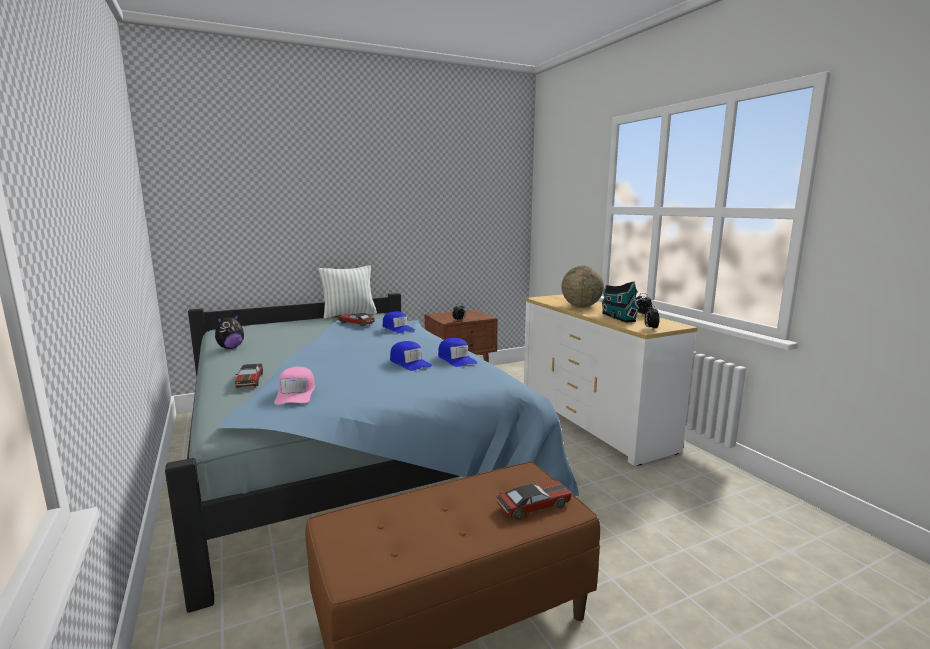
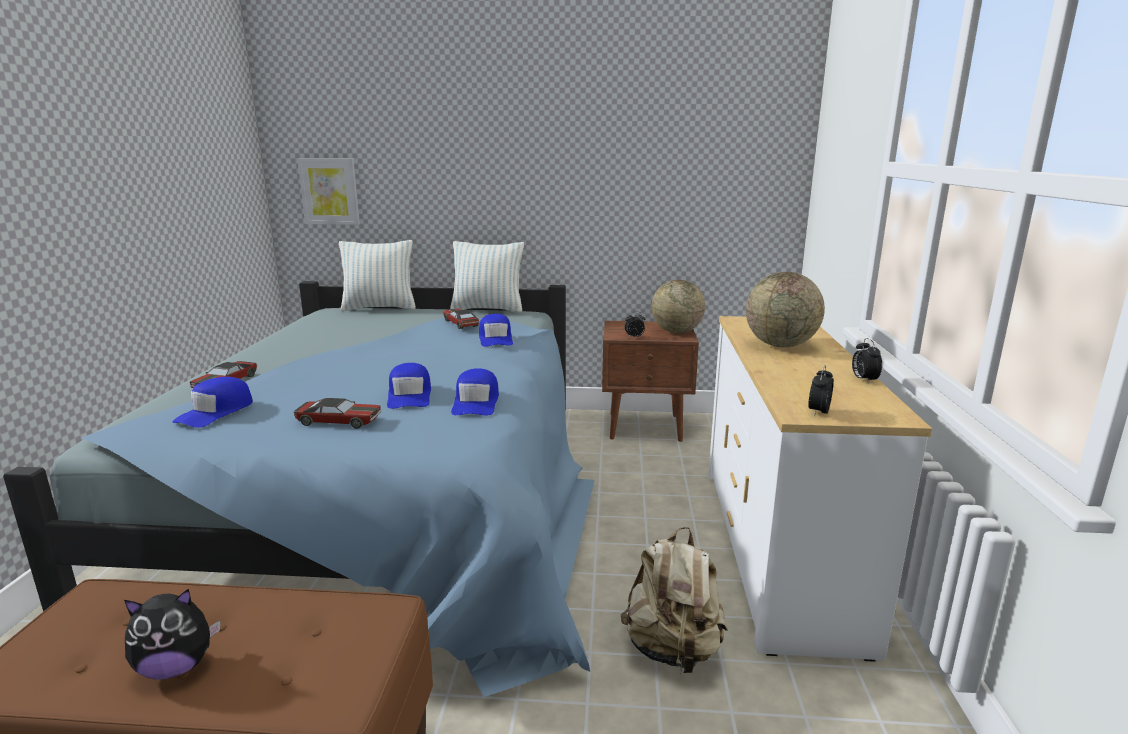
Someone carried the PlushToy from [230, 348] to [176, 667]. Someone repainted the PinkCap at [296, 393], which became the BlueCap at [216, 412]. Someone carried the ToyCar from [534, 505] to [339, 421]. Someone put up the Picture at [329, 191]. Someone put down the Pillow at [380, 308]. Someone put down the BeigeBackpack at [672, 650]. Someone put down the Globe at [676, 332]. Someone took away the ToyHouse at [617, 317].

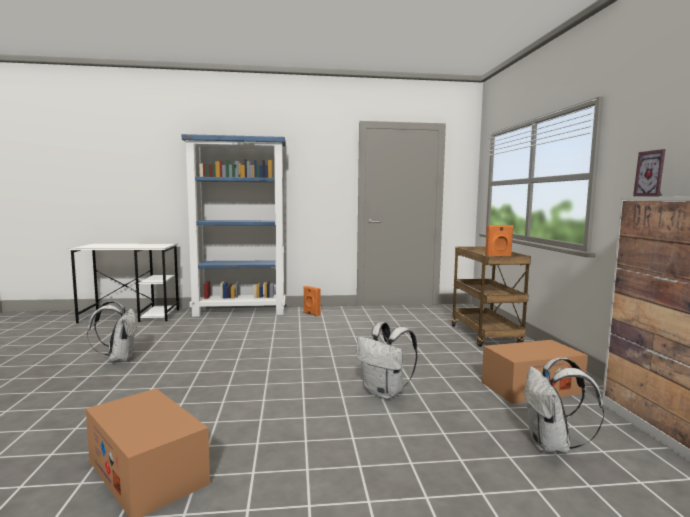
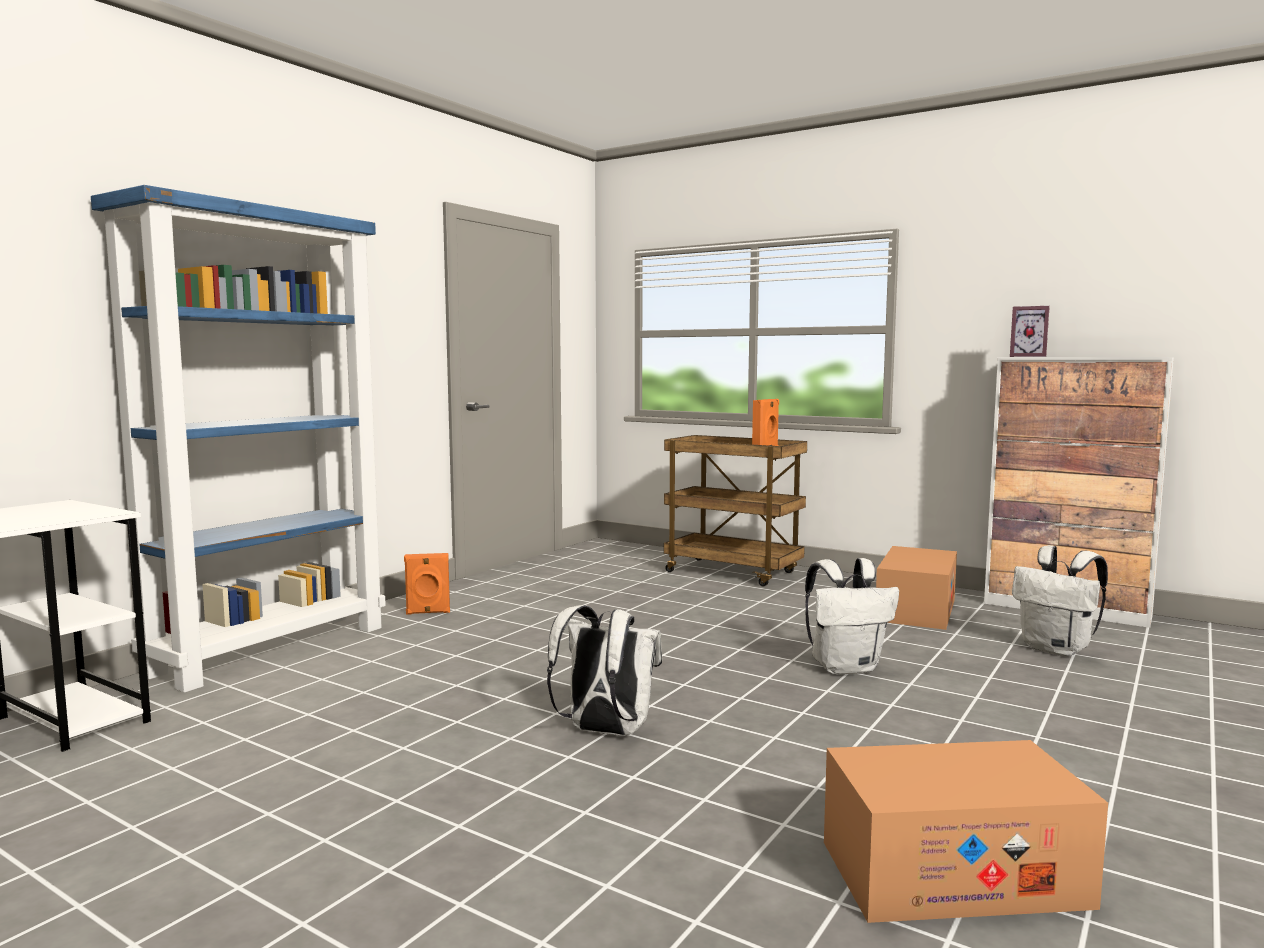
Someone carried the WhiteBackpack from [119, 359] to [604, 731].

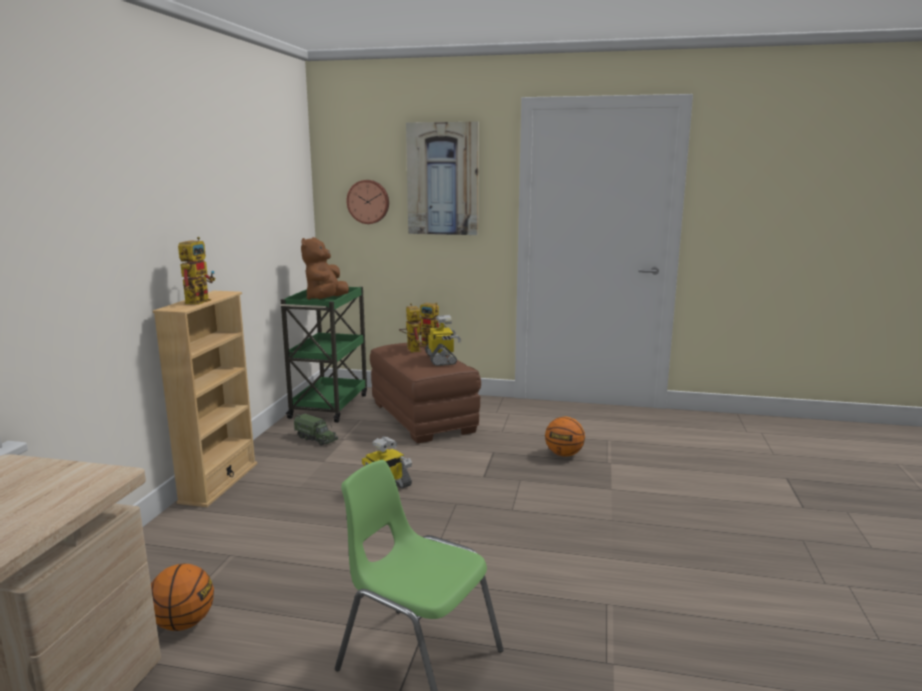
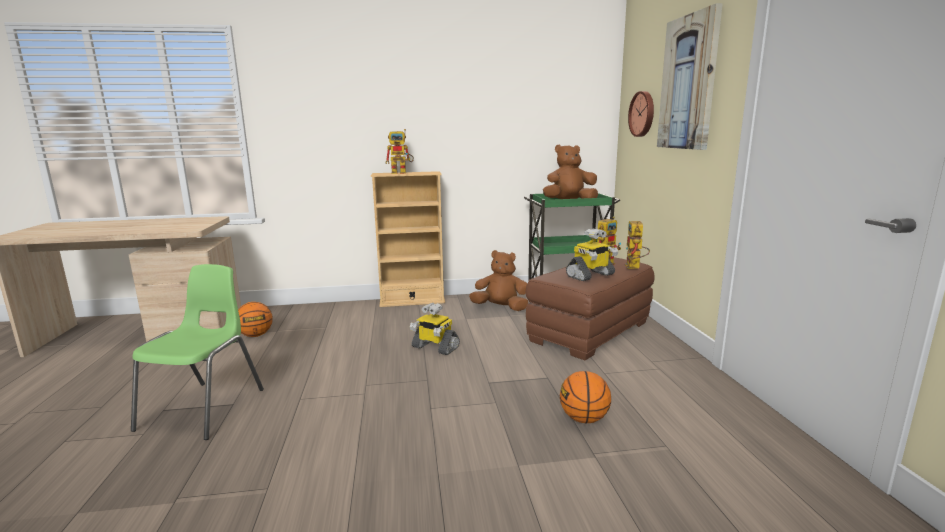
Someone swapped the ToyTruck at [316, 439] for the BrownPlushToy at [501, 308].

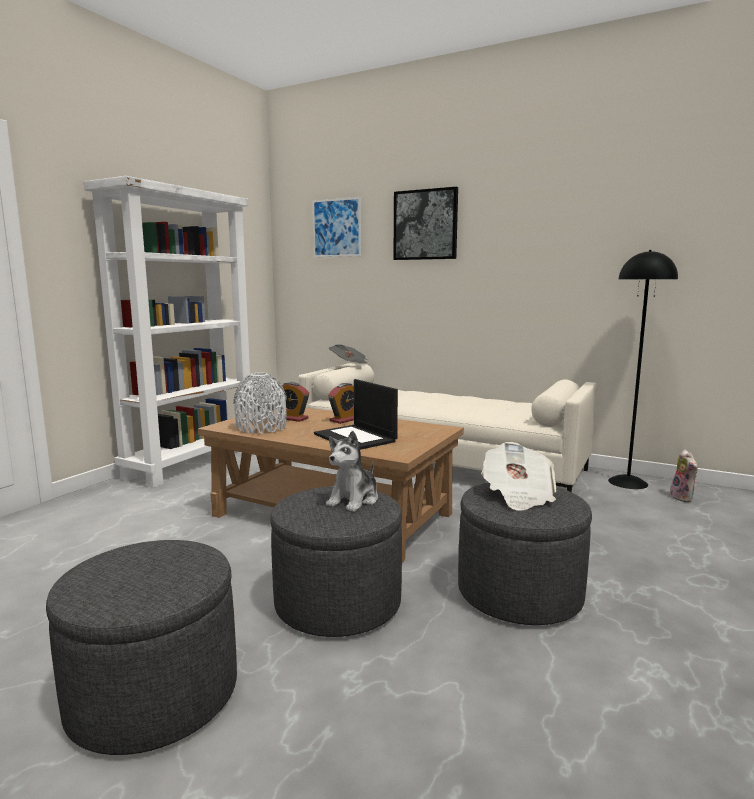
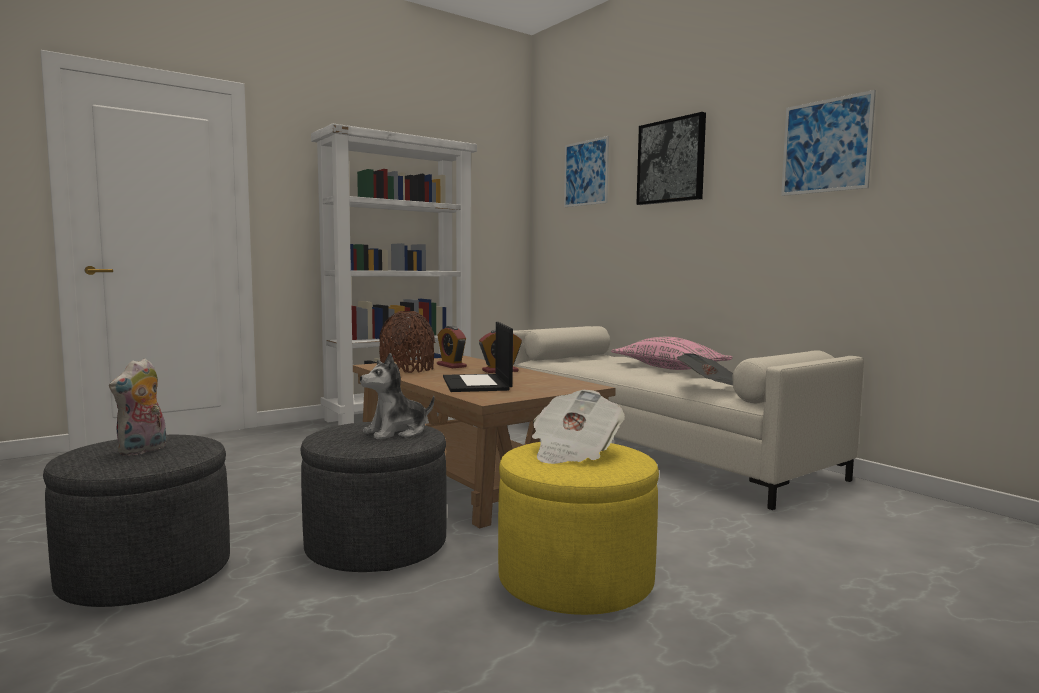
Someone carried the PlushToy from [683, 498] to [143, 450]. Someone repainted the GreyVase at [261, 427], which became the BrownVase at [407, 369]. Someone repainted the GreyOttoman at [519, 593], which became the YellowOttoman at [575, 580]. Someone put down the PinkPillow at [669, 368]. Someone carried the Newspaper from [350, 365] to [710, 387]. Someone put up the Picture at [826, 146]. Someone took away the BlackFloorLamp at [628, 482].

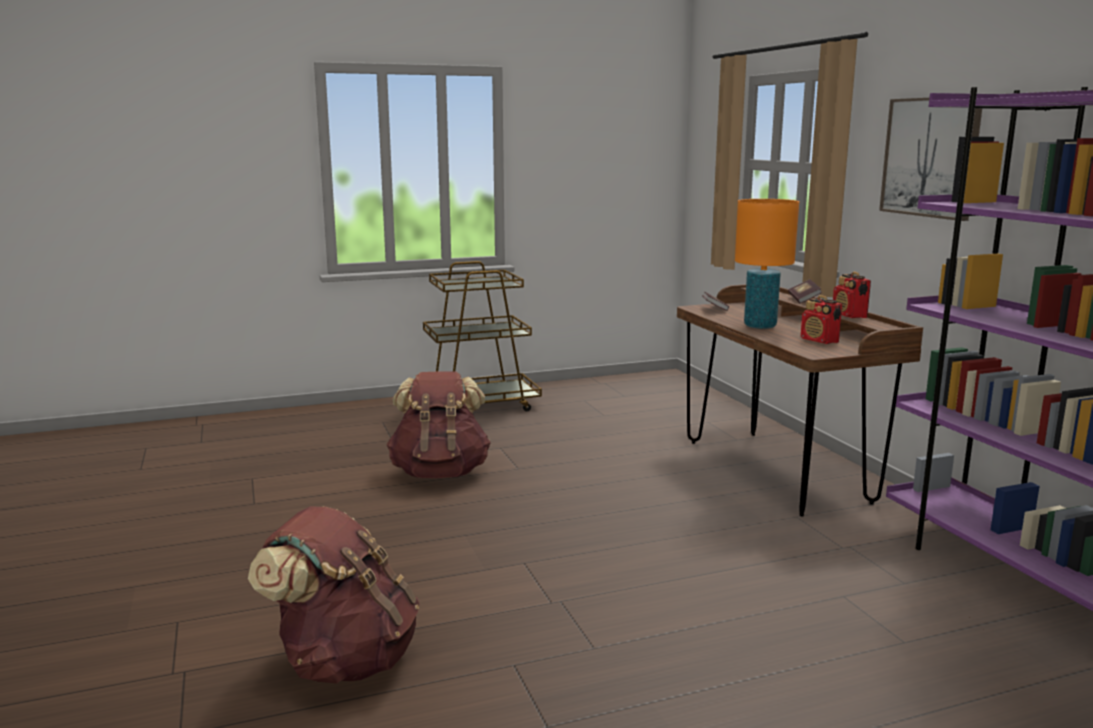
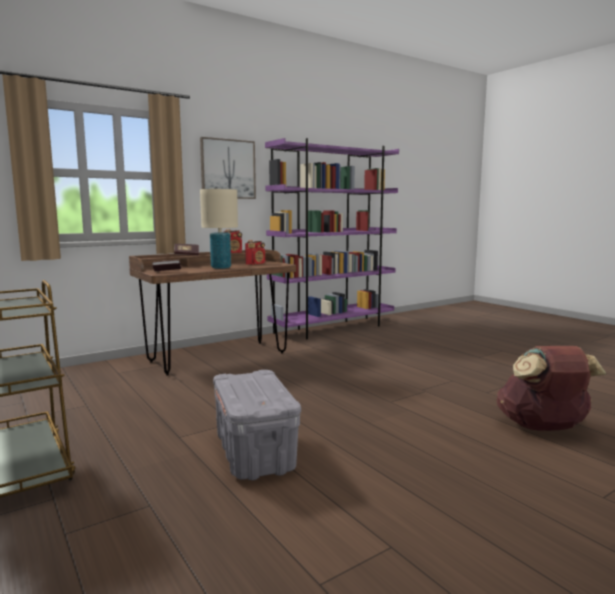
Someone repainted the OrangeTableLamp at [760, 326], which became the BeigeTableLamp at [221, 268]. Someone swapped the BrownBackpack at [440, 473] for the GreyStorageBox at [254, 453].

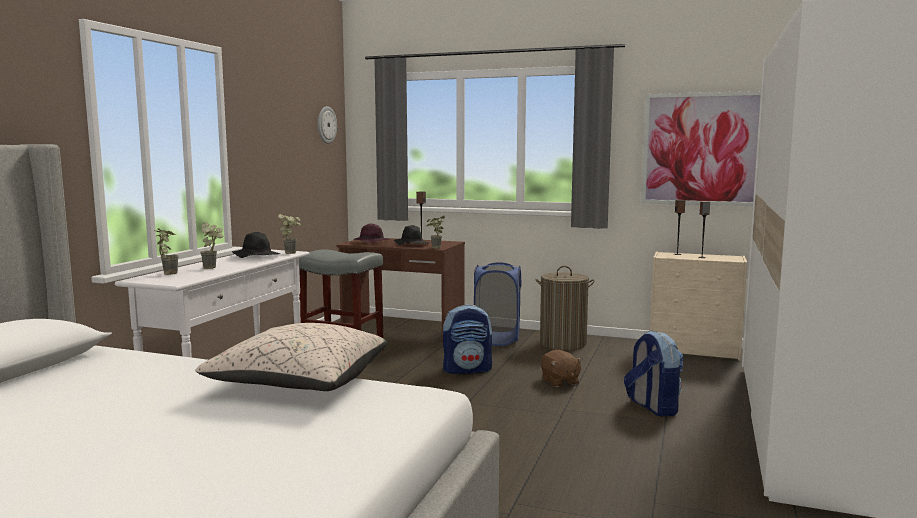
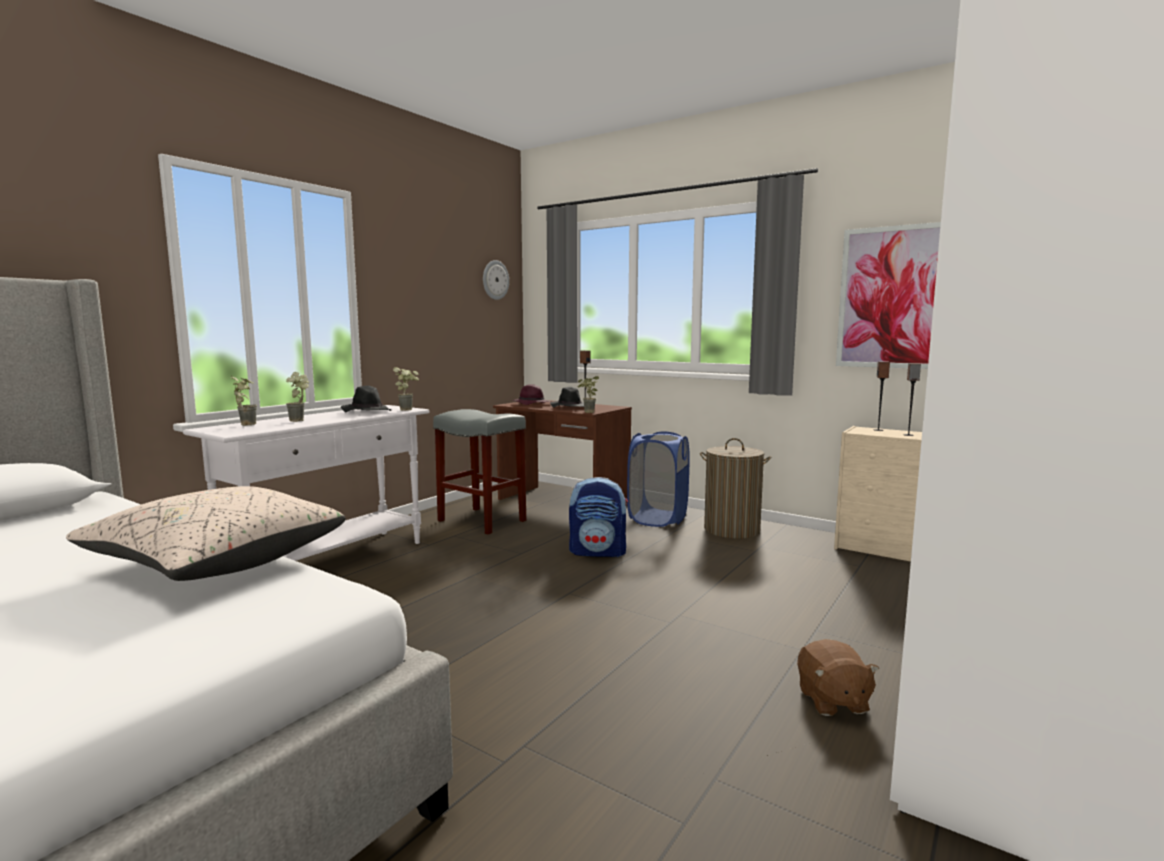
Someone carried the BrownPlushToy from [560, 382] to [832, 701]. Someone took away the Backpack at [652, 407].

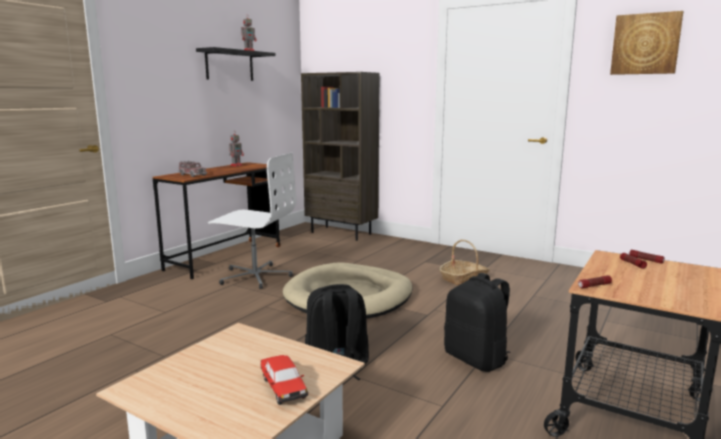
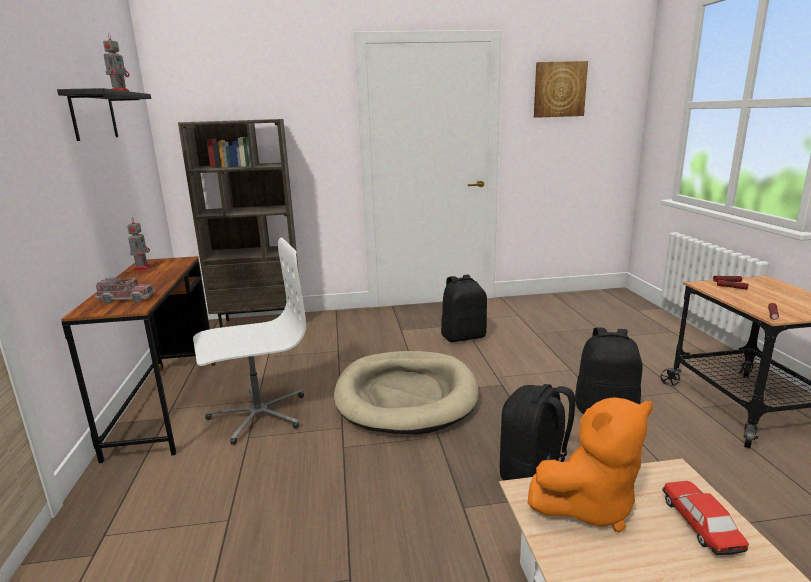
Someone swapped the Basket at [463, 279] for the BlackBackpack at [463, 336]. Someone put down the OrangePlushToy at [589, 505]. Someone rotated the ToyCar at [283, 387] by 120 degrees counterclockwise.

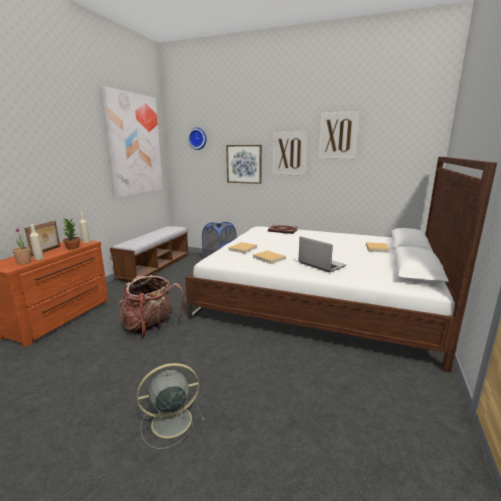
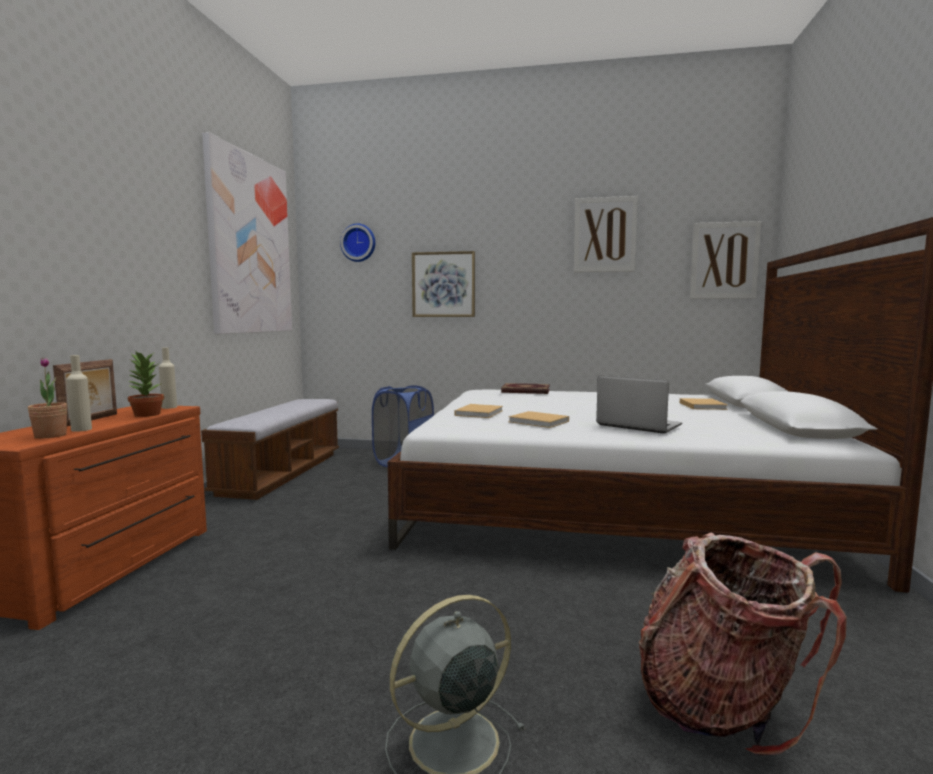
Someone carried the Backpack from [150, 327] to [723, 704]. Someone carried the Picture from [289, 153] to [724, 260].

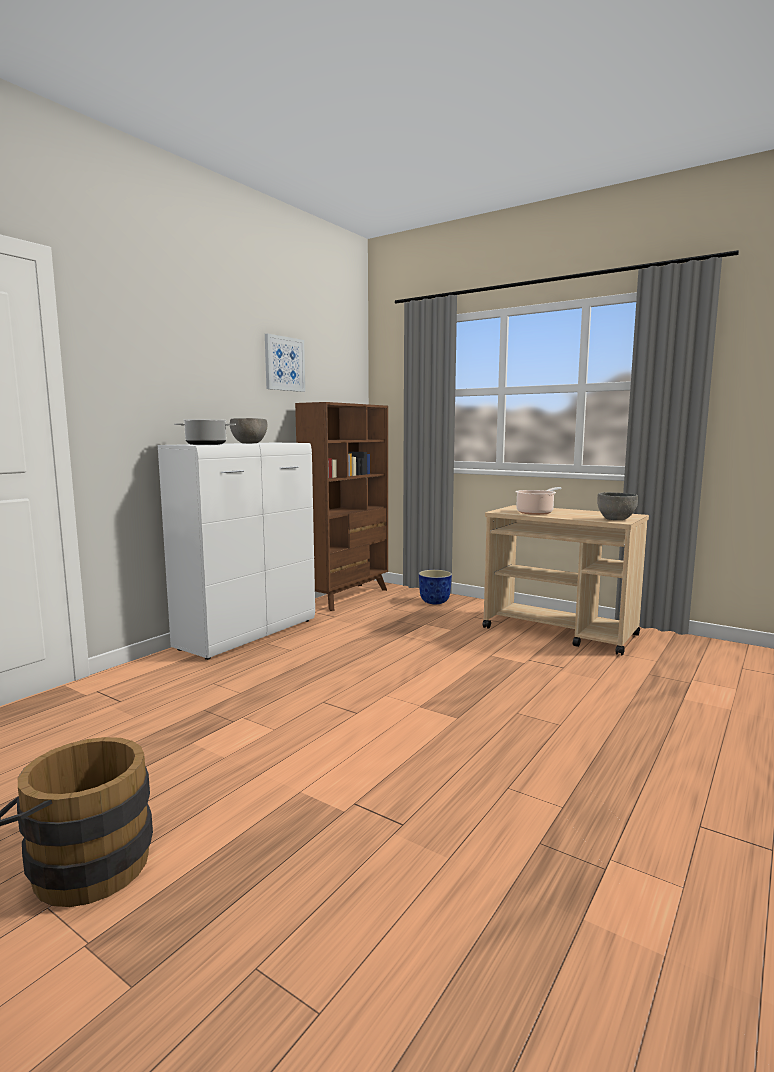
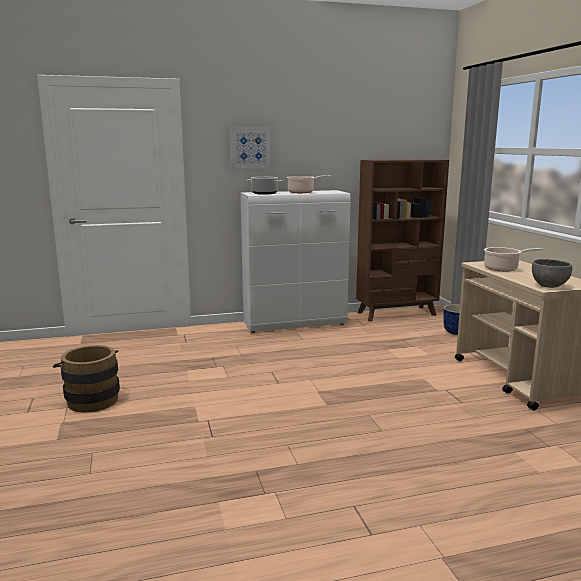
Someone carried the Picture from [284, 364] to [250, 148]. Someone swapped the GreyBowl at [249, 443] for the CookingPot at [302, 192].

